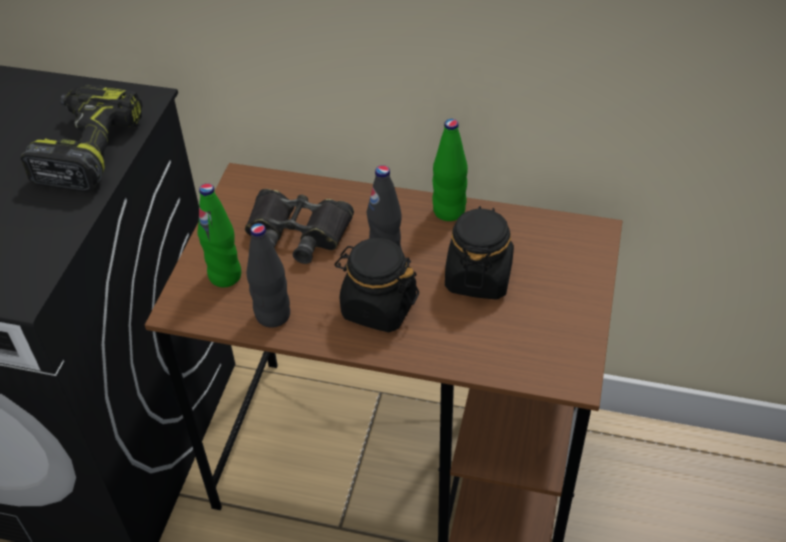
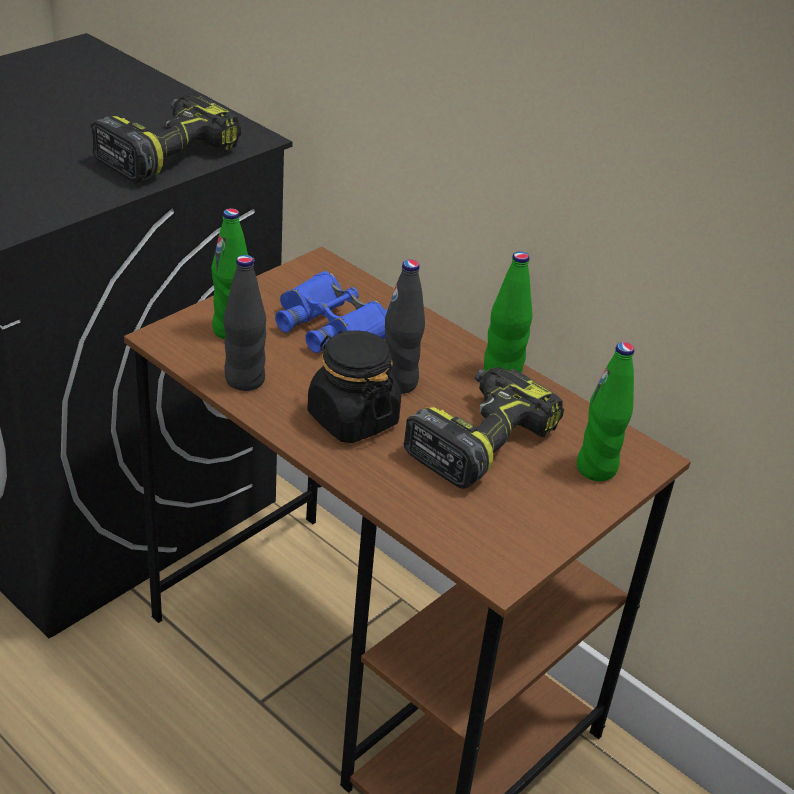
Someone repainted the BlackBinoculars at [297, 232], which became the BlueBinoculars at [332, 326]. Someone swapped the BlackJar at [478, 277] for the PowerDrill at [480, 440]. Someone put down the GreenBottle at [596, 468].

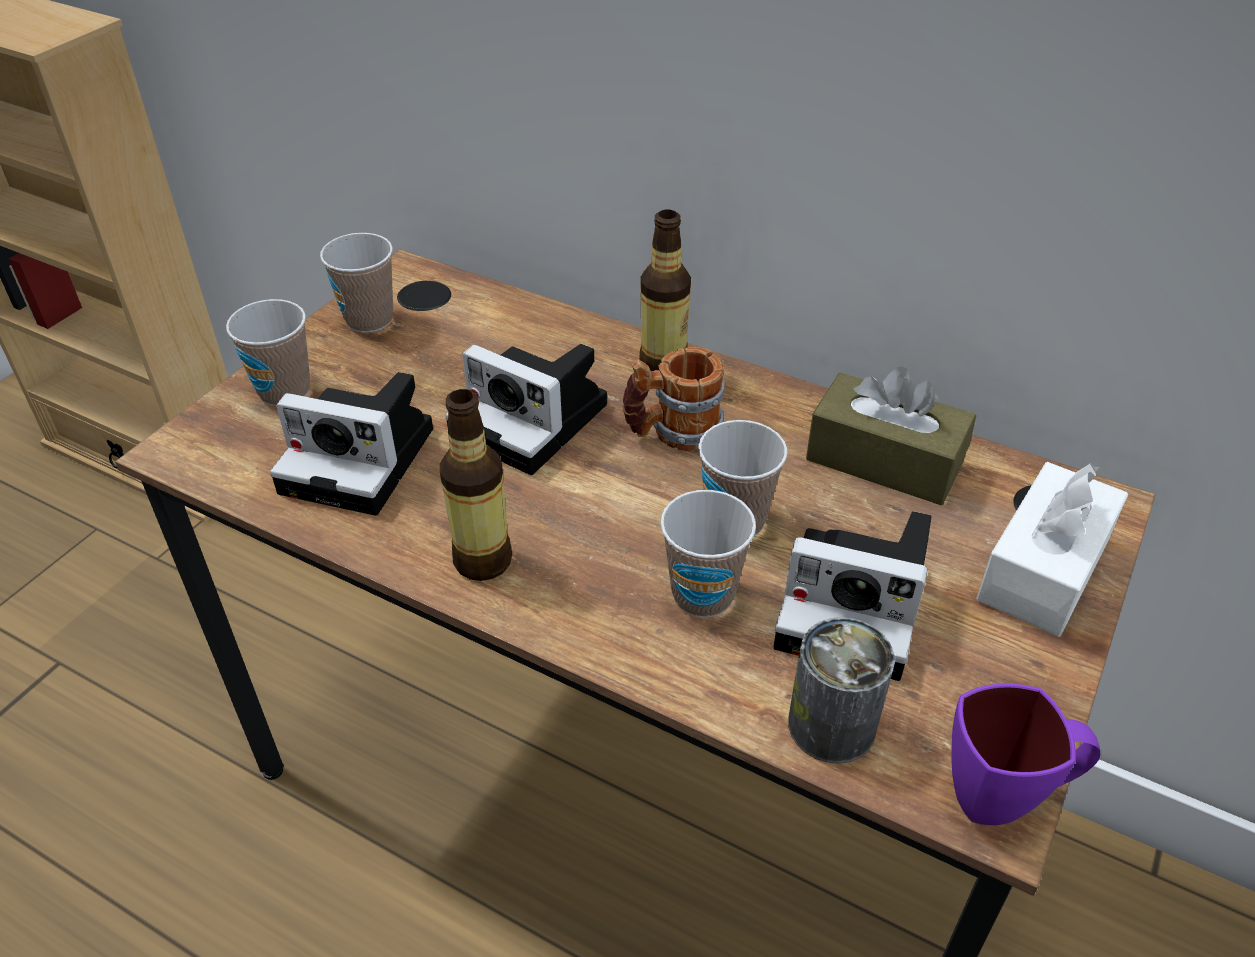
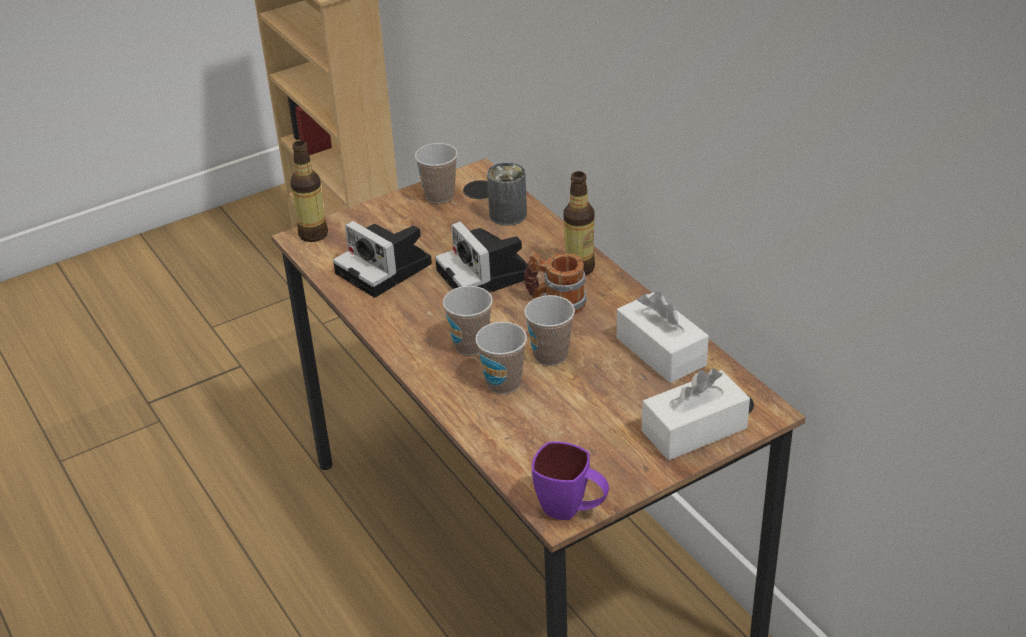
Someone carried the Bottle from [482, 561] to [313, 234]. Someone carried the Cup from [284, 391] to [470, 345]. Someone carried the Can from [831, 725] to [508, 215]. Someone repainted the BrownTissueBox at [884, 460], which became the WhiteTissueBox at [661, 351]. Someone took away the PhotoCamera at [857, 606].

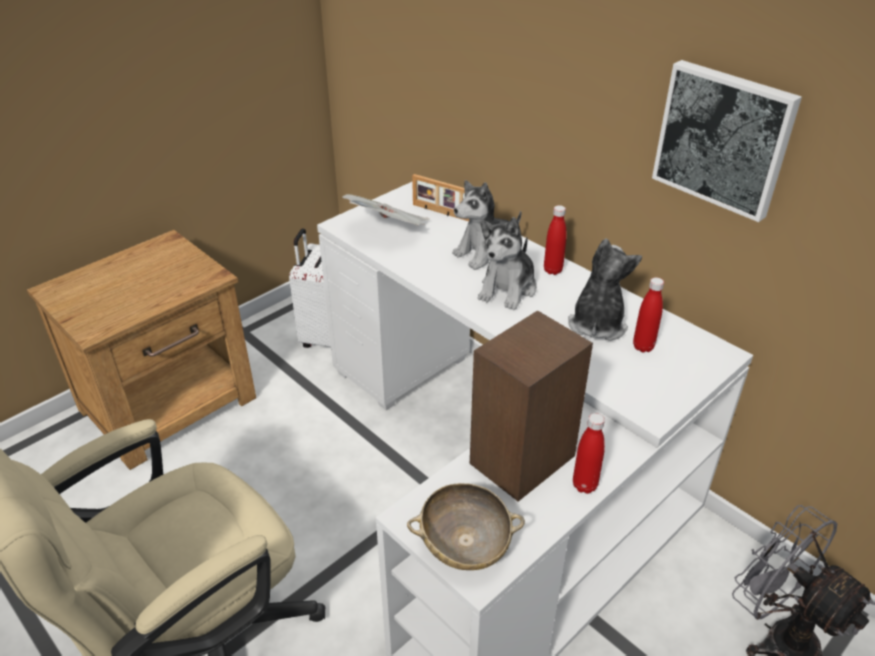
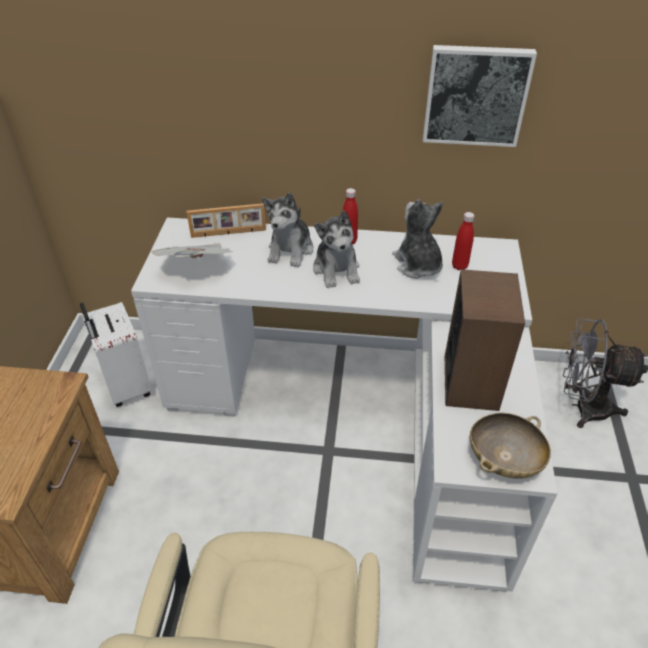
Someone took away the RedBottle at [584, 485].

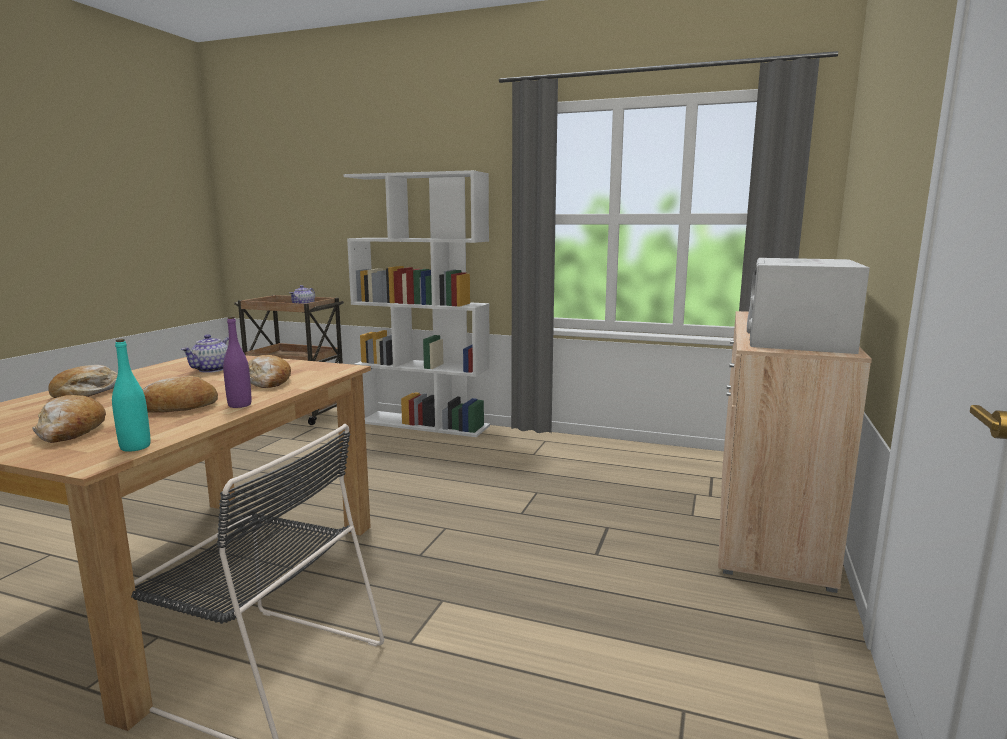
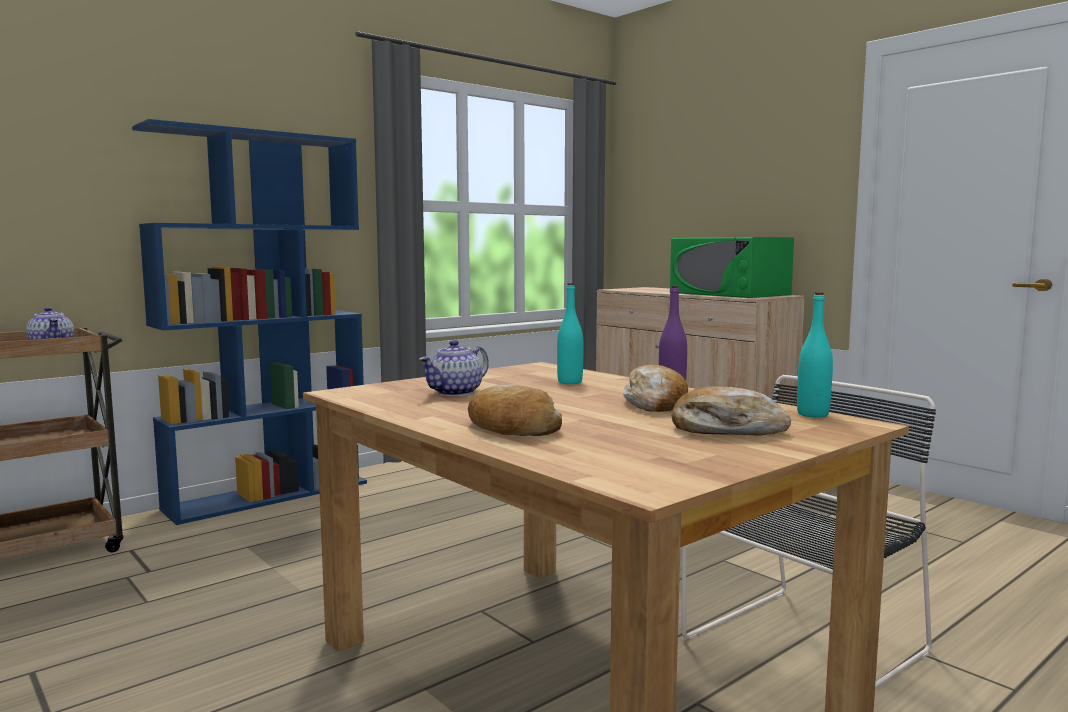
Someone repainted the WhiteBookcase at [424, 424], which became the BlueBookcase at [269, 495]. Someone rotated the Teapot at [211, 370] by 75 degrees clockwise. Someone swapped the Bread at [269, 381] for the TurquoiseBottle at [570, 382]. Someone repainted the WhiteMicrowave at [798, 338], which became the GreenMicrowave at [729, 294].

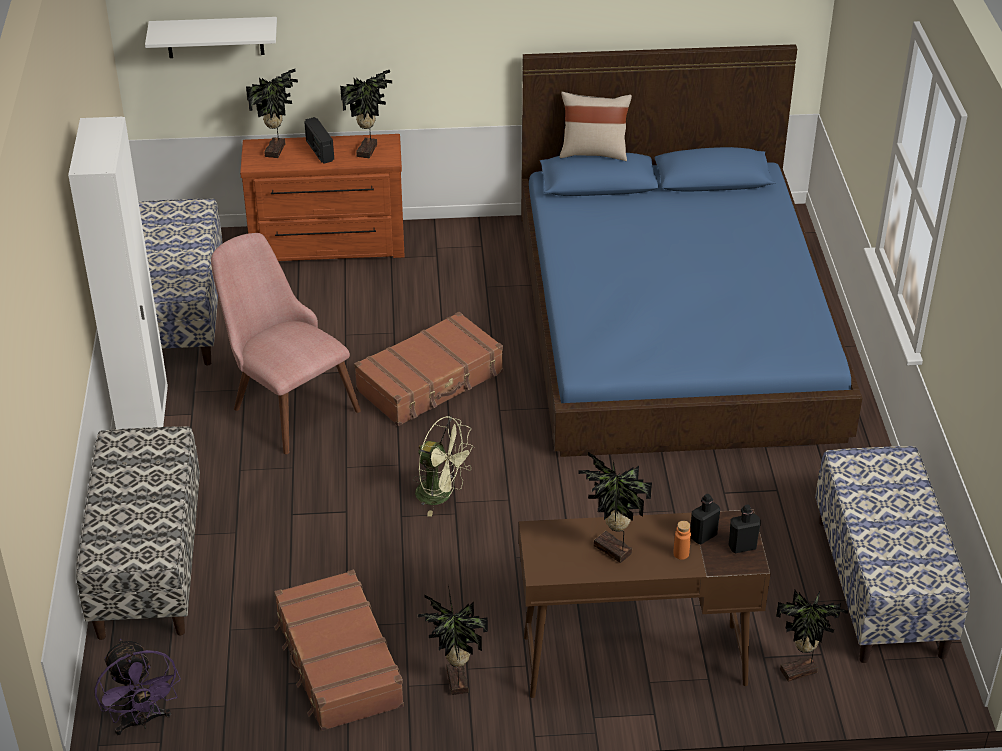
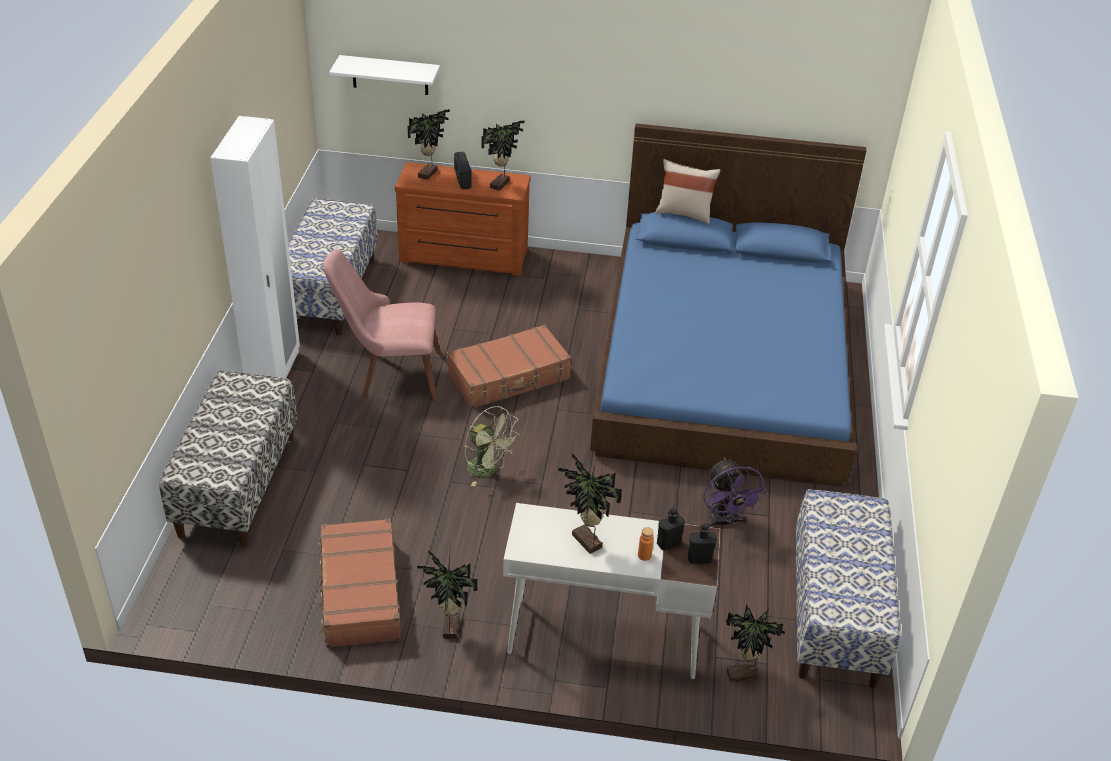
Someone rotated the PinkChair at [285, 402] by 60 degrees counterclockwise. Someone repainted the BrownDesk at [633, 660], which became the WhiteDesk at [603, 638]. Someone carried the PurpleFan from [142, 721] to [724, 522].

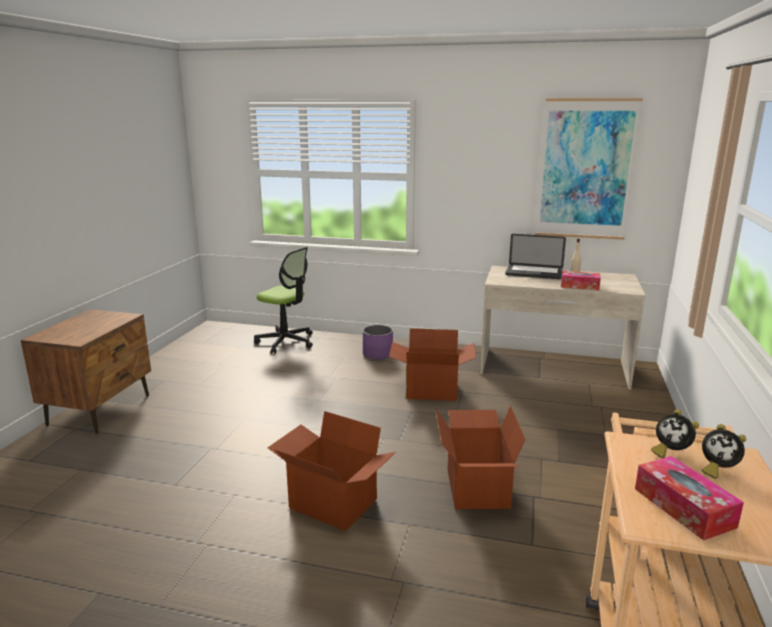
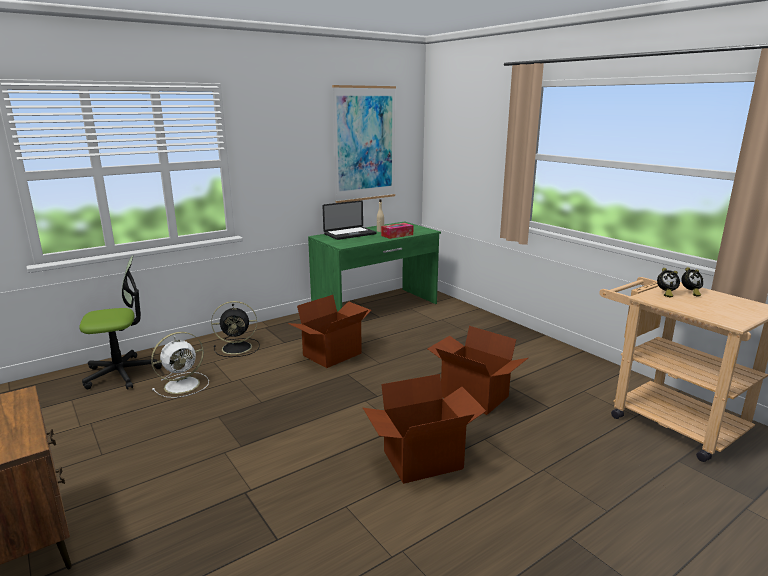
Someone put down the WhiteFan at [183, 384]. Someone swapped the PurplePlanter at [378, 354] for the BlackFan at [238, 347]. Someone repainted the BeigeDesk at [553, 368], which became the GreenDesk at [376, 307]. Someone took away the TissueBox at [683, 507].

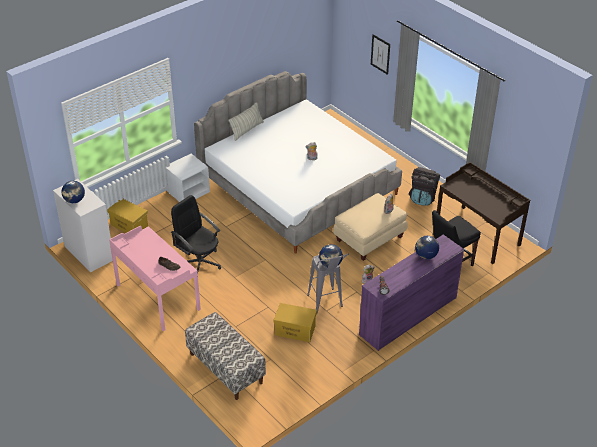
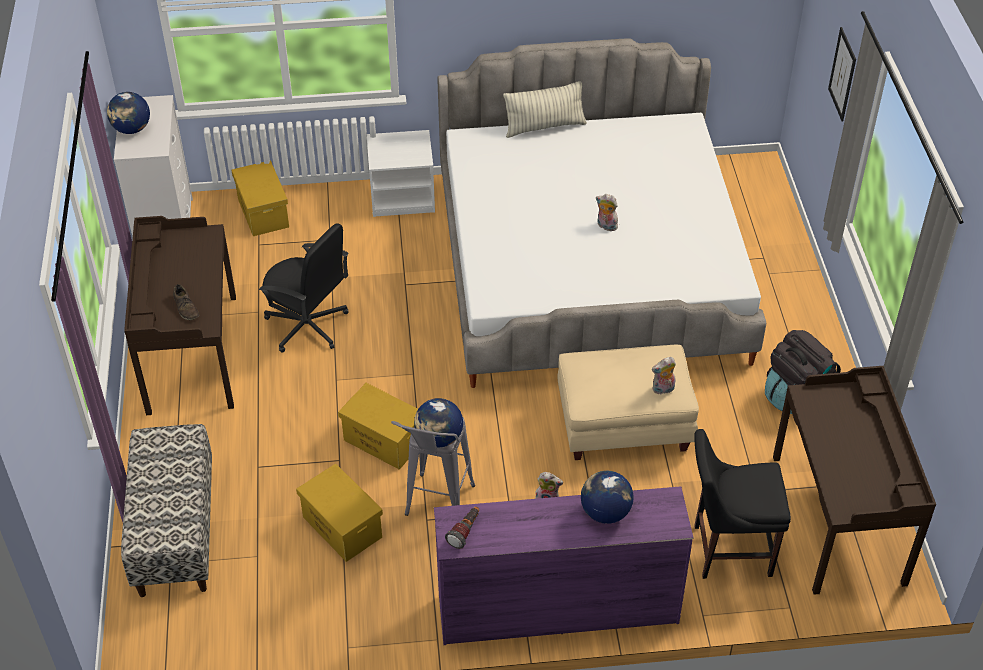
Someone repainted the PinkDesk at [157, 297], which became the BrownDesk at [191, 353]. Someone rotated the BlackOfficeChair at [199, 262] by 135 degrees clockwise. Someone put down the YellowStorageBox at [383, 440].

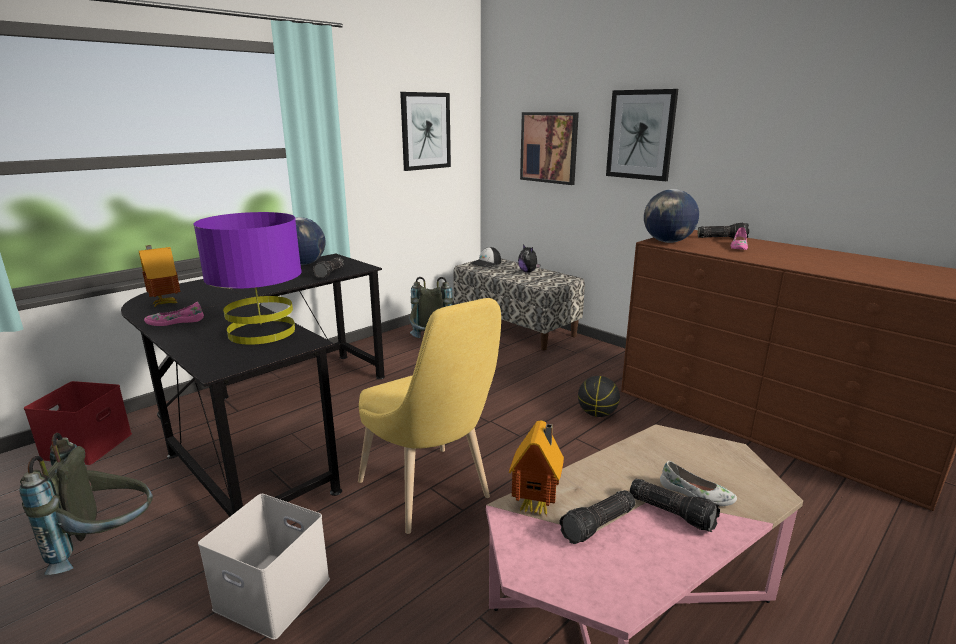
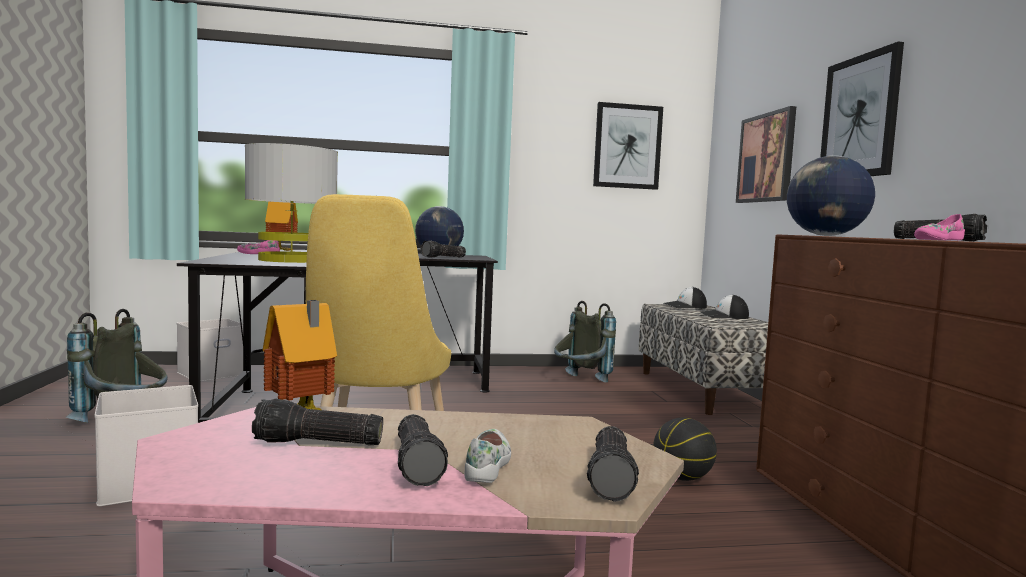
Someone repainted the RedStorageBox at [87, 445], which became the WhiteStorageBox at [213, 373]. Someone repainted the PurpleTableLamp at [261, 332], which became the GreyTableLamp at [291, 260]. Someone rotated the WhiteShoe at [696, 494] by 150 degrees counterclockwise. Someone put down the Flashlight at [613, 477]. Someone swapped the PlushToy at [528, 272] for the Cap at [723, 316].

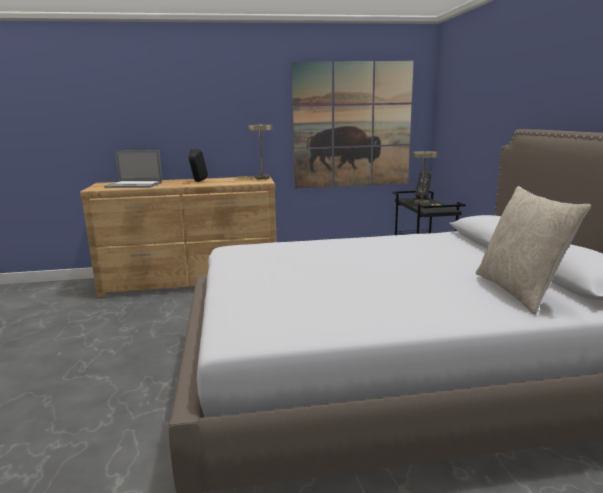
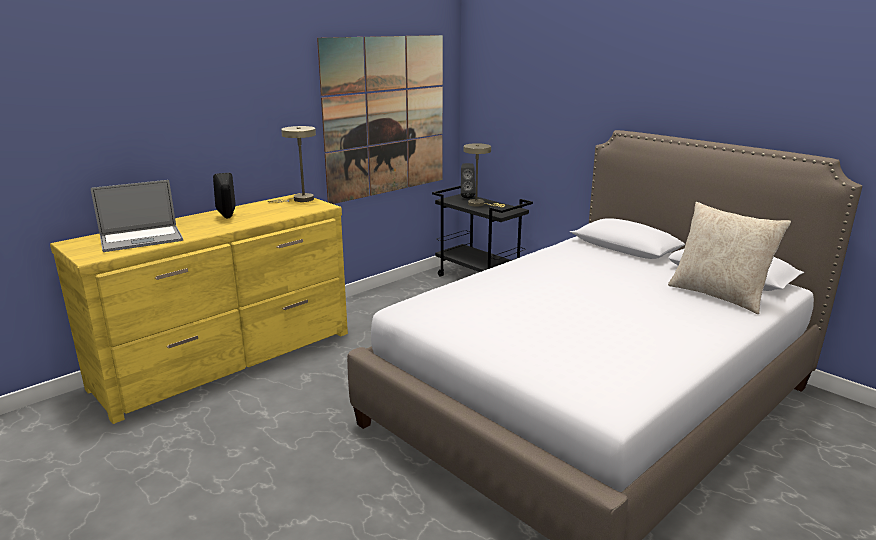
Someone repainted the BrownDresser at [192, 281], which became the YellowDresser at [228, 359].

